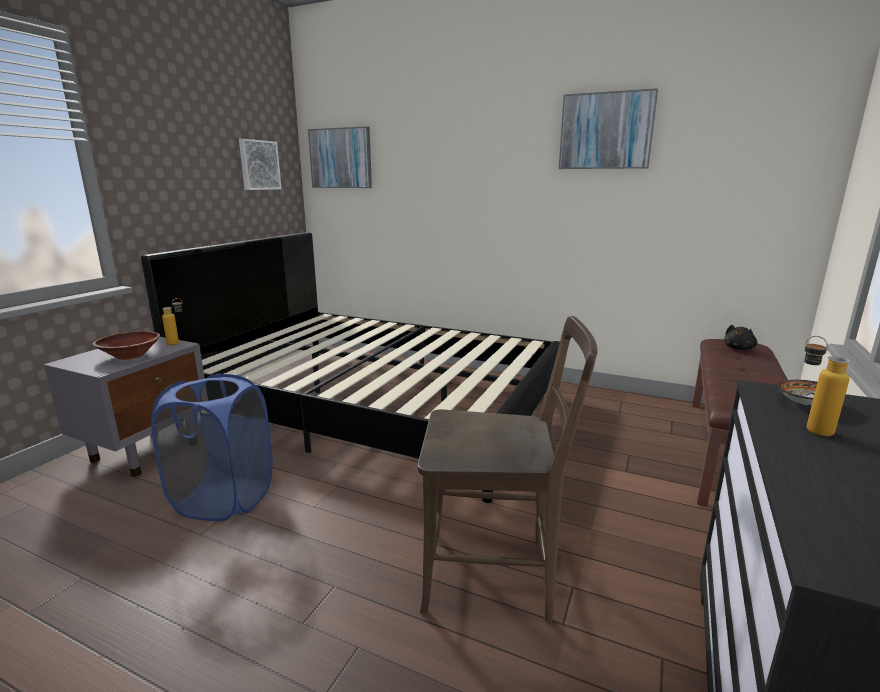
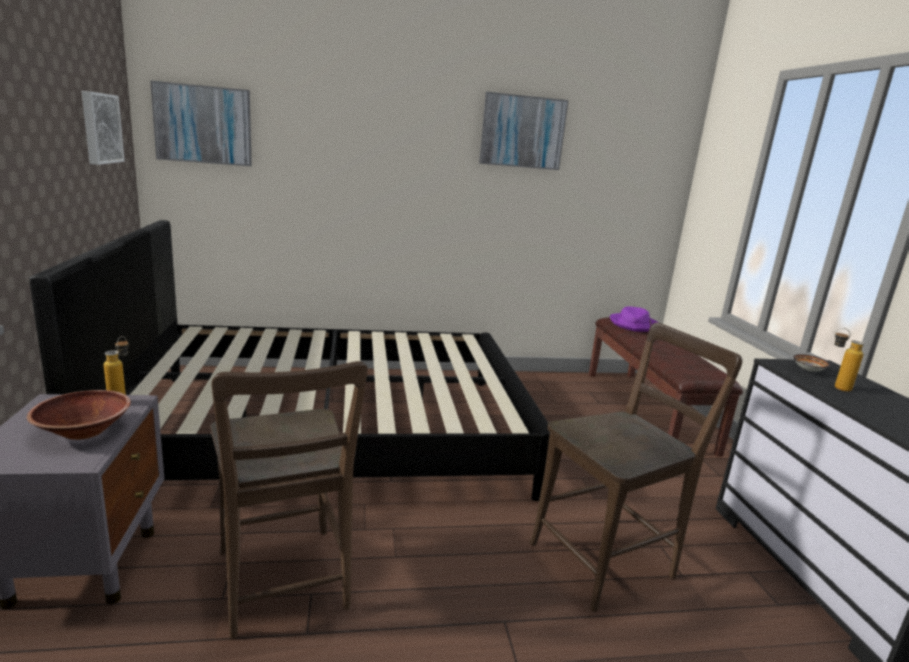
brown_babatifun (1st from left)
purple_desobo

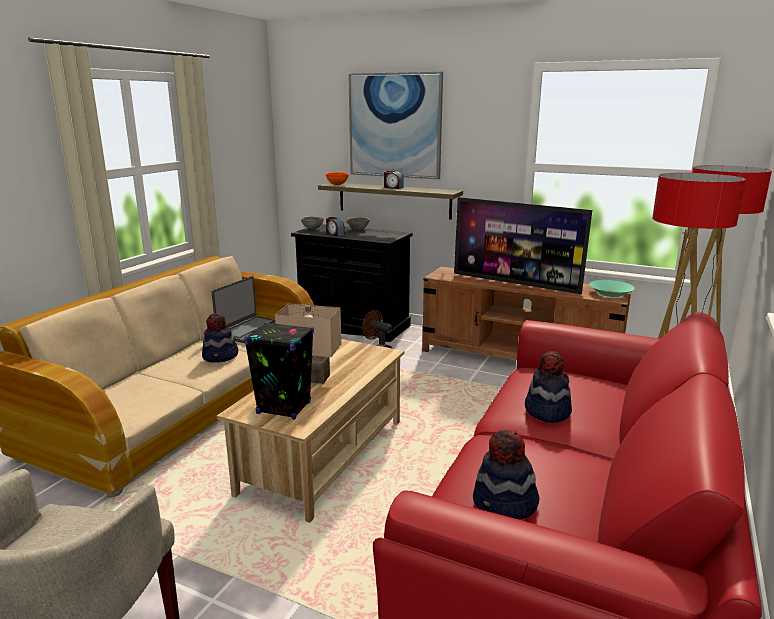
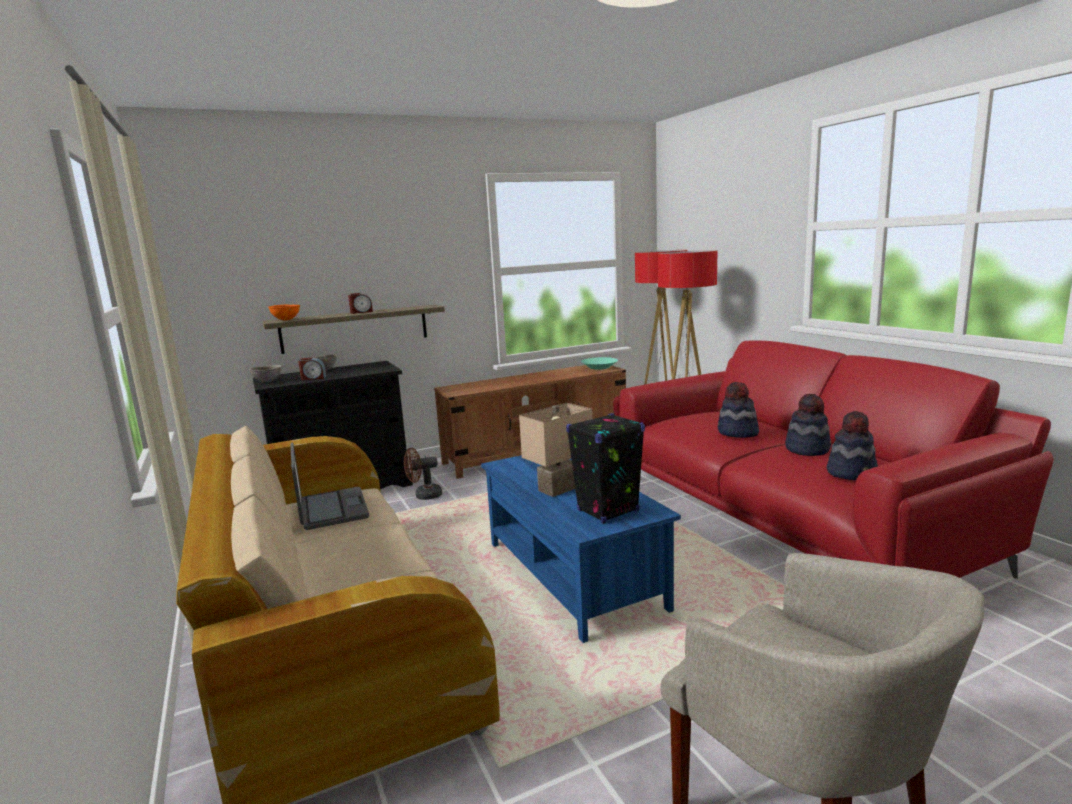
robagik
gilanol
desobo (2nd from left)
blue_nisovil

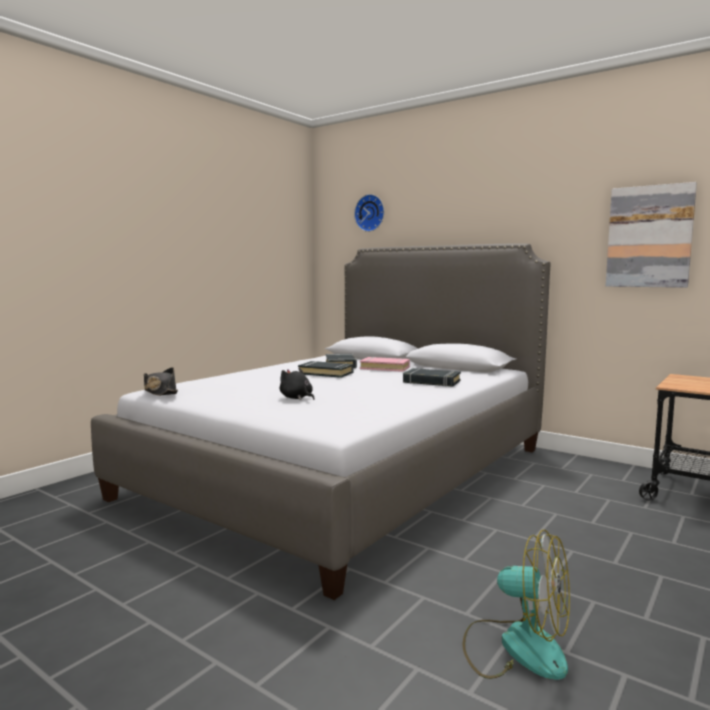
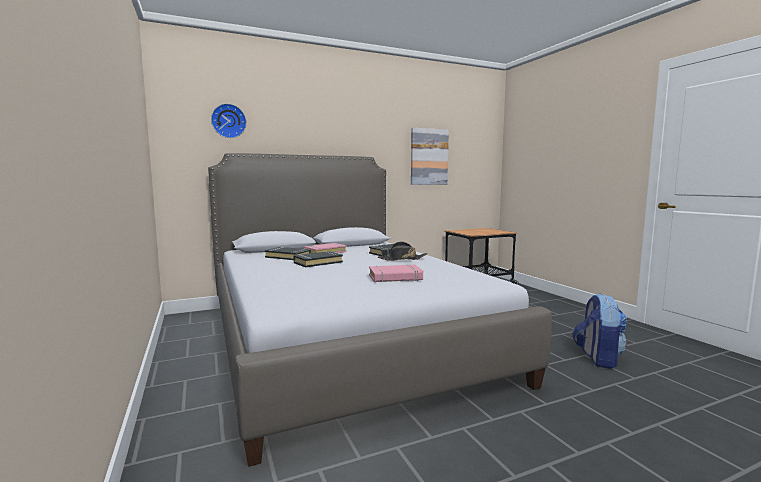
black_desobo
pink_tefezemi (2nd from left)
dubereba

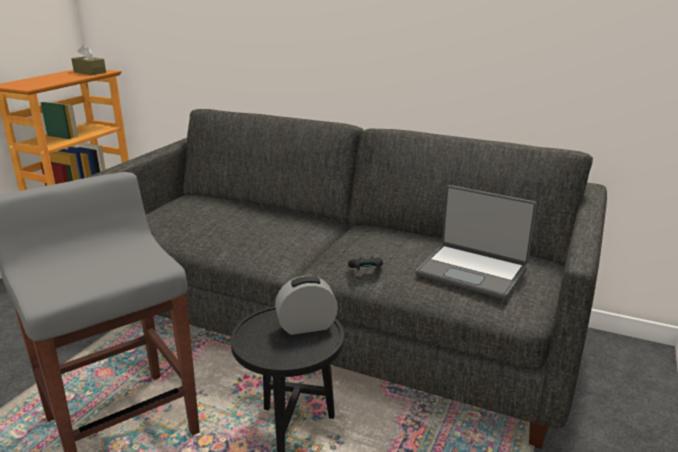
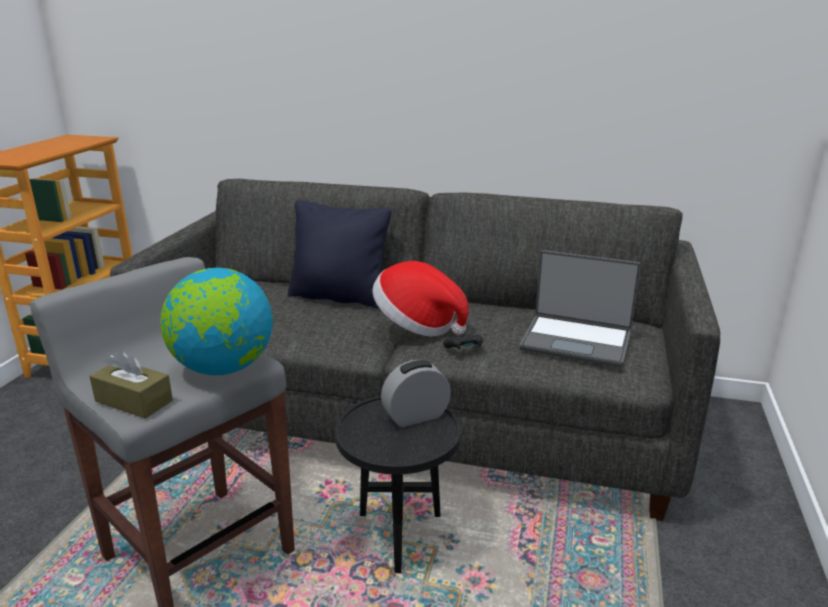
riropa
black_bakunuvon
desobo
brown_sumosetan

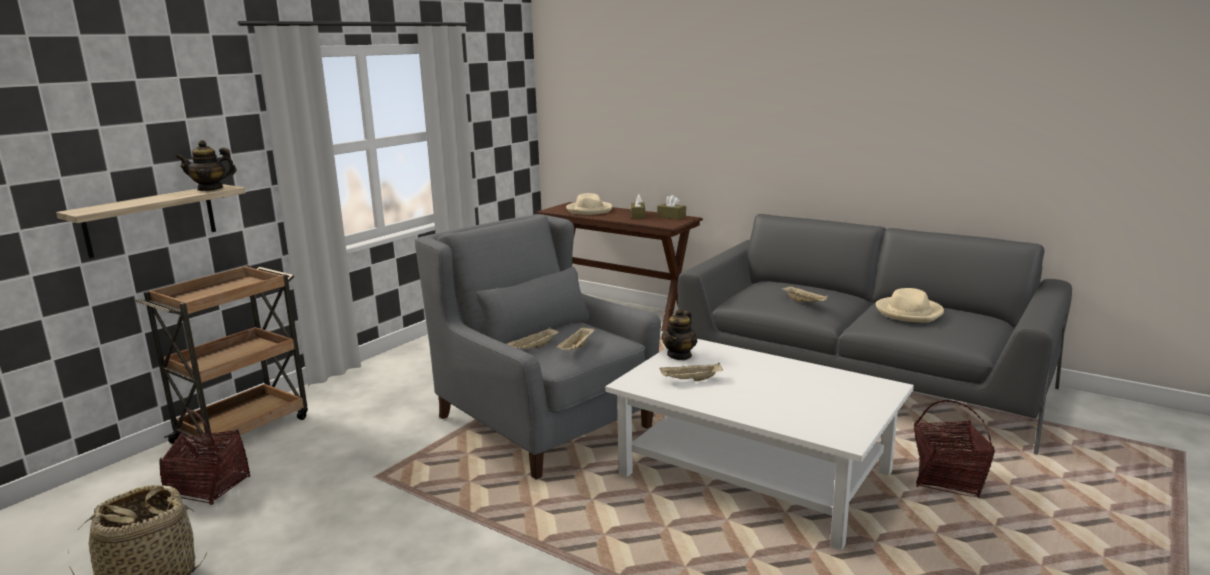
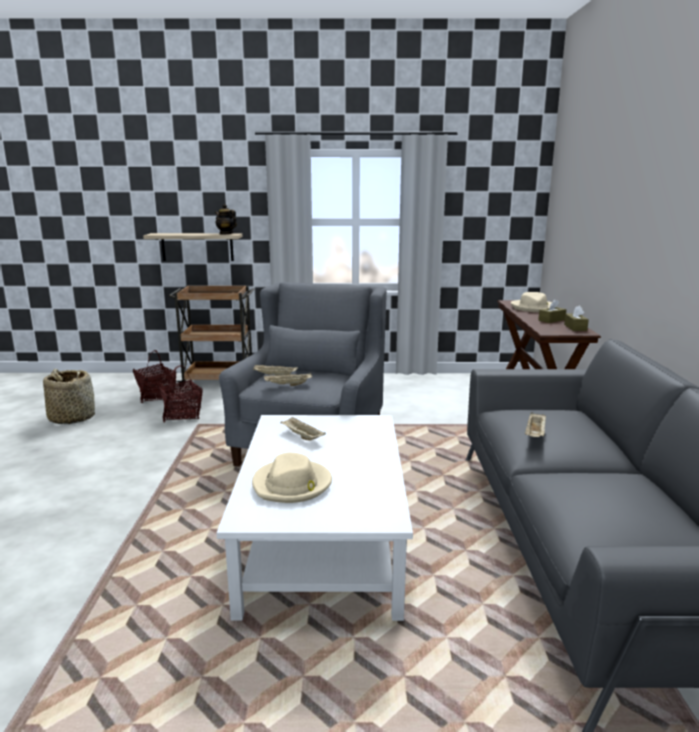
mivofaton (2nd from left in the first image)
beige_desobo (1st from left)
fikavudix (3rd from left)

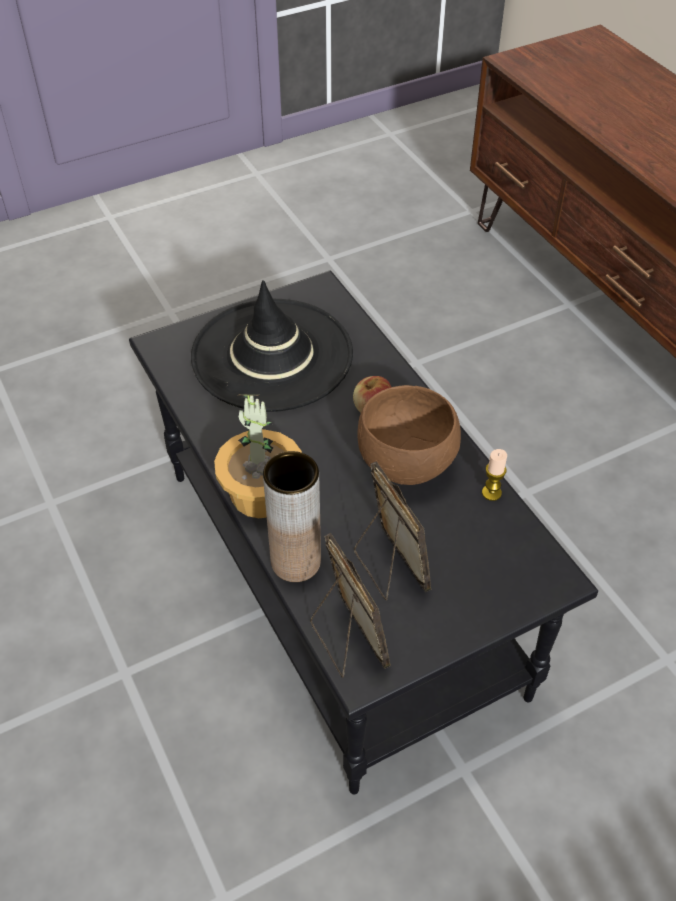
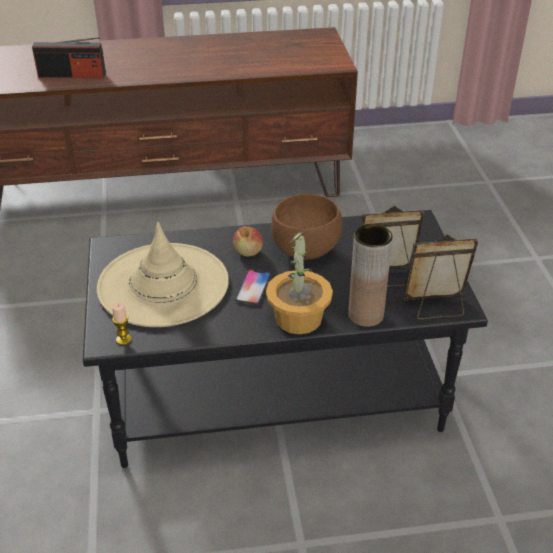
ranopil
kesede
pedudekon
beige_desobo

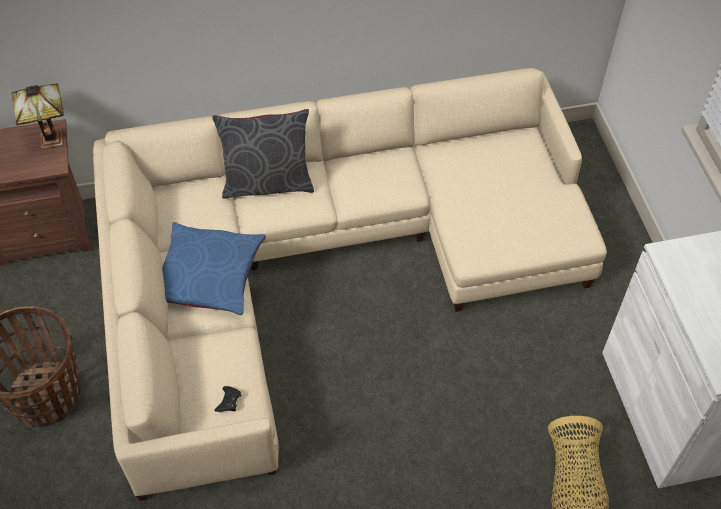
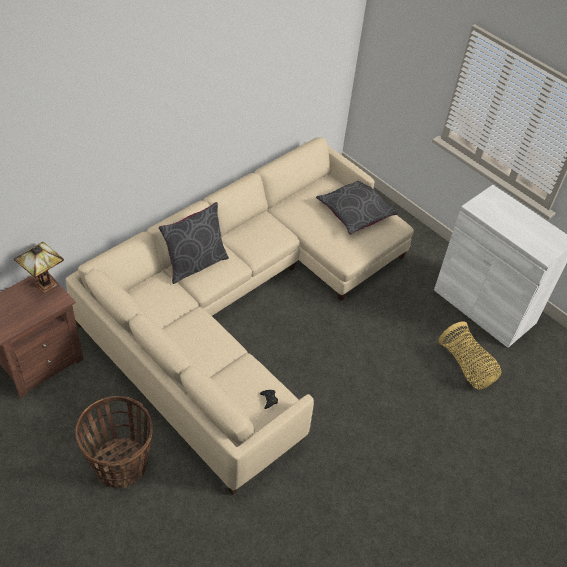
blue_bakunuvon
grey_bakunuvon (2nd from left)

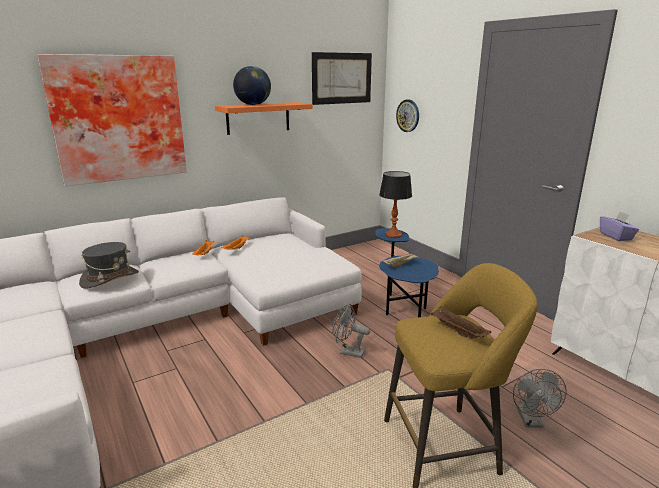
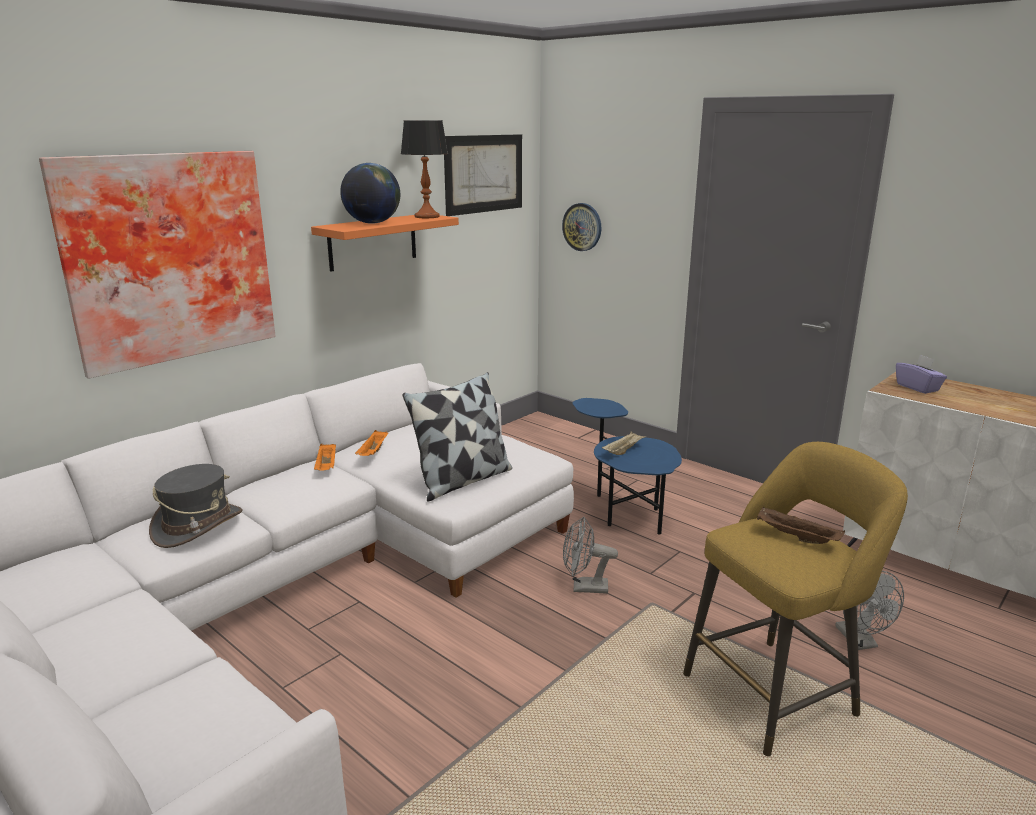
bakunuvon
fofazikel

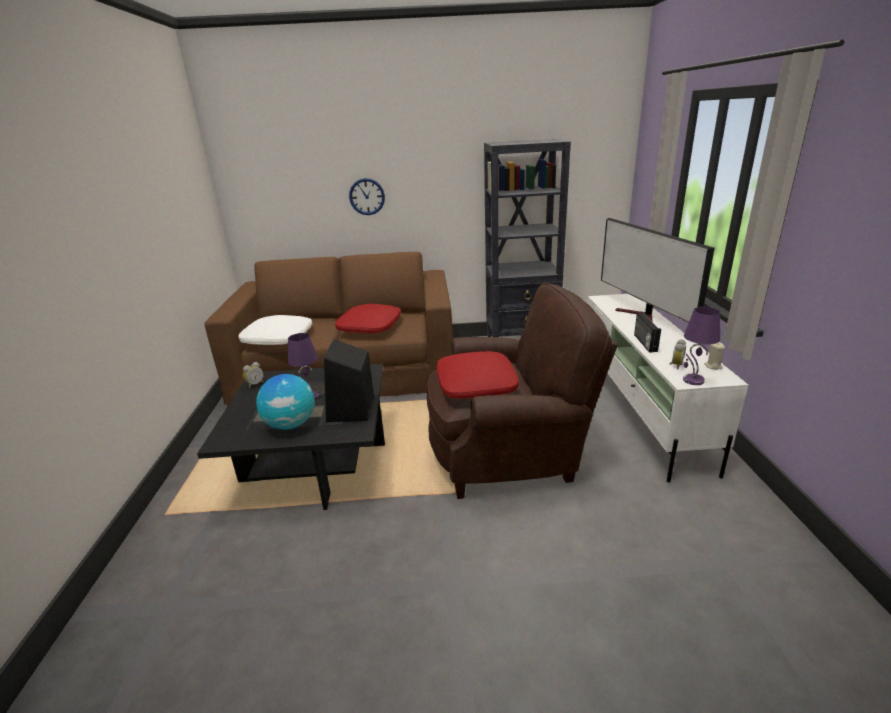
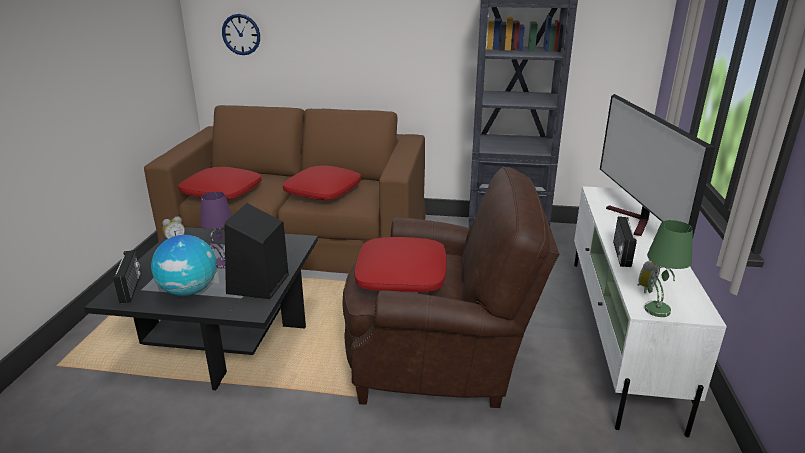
beige_pedudekon
ranopil (1st from left)
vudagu
red_bakunuvon (1st from left)
green_fofazikel

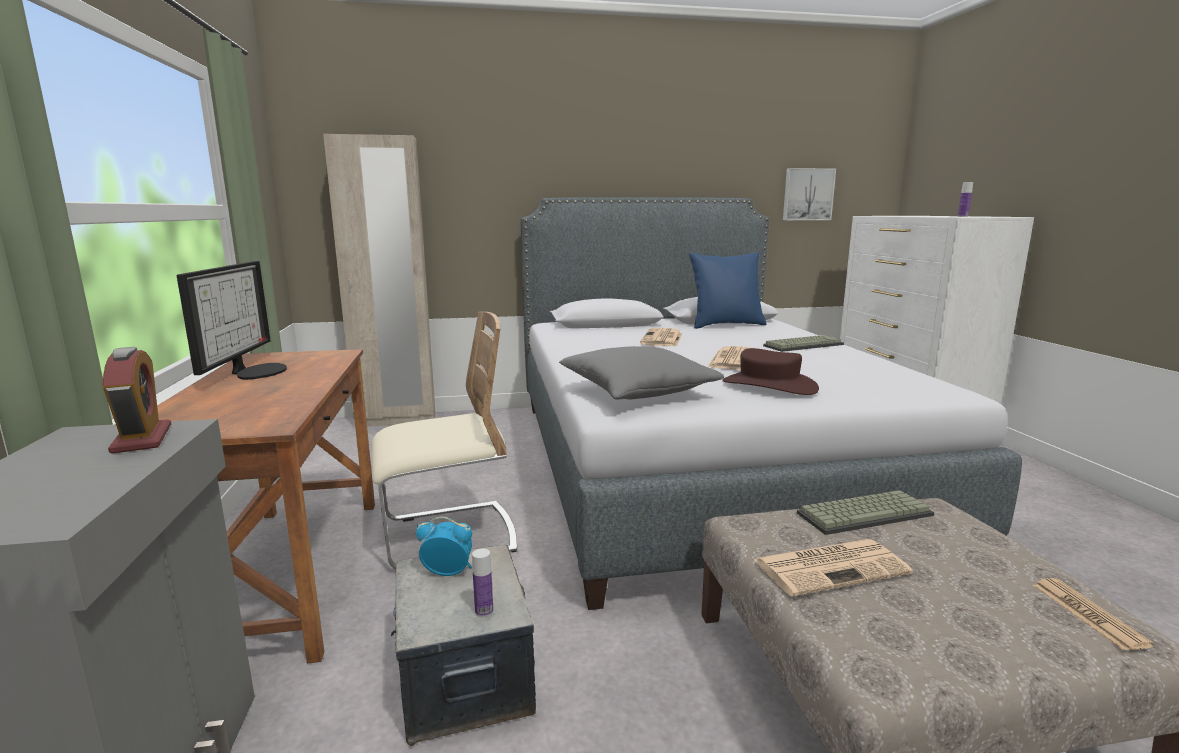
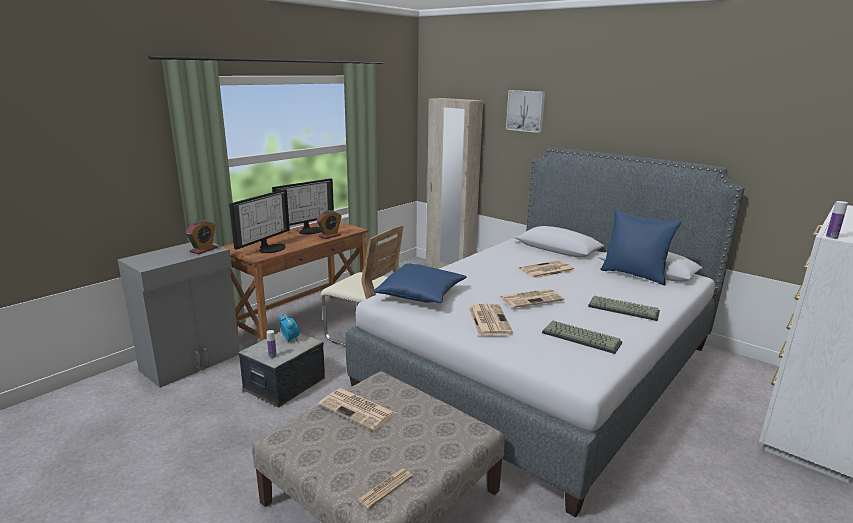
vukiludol (1st from left)
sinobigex (3rd from left)
robagik
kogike (1st from left)
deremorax (3rd from left)
blue_bakunuvon (1st from left)

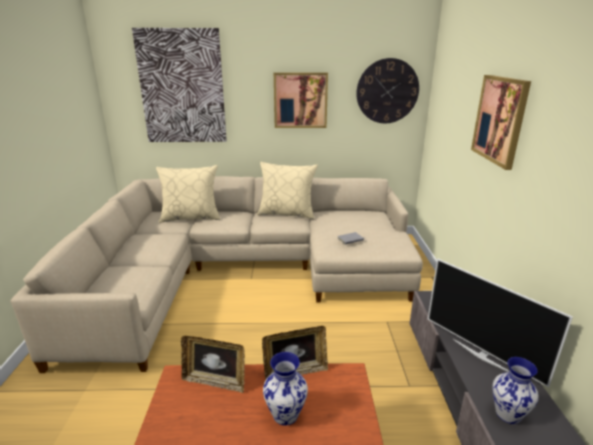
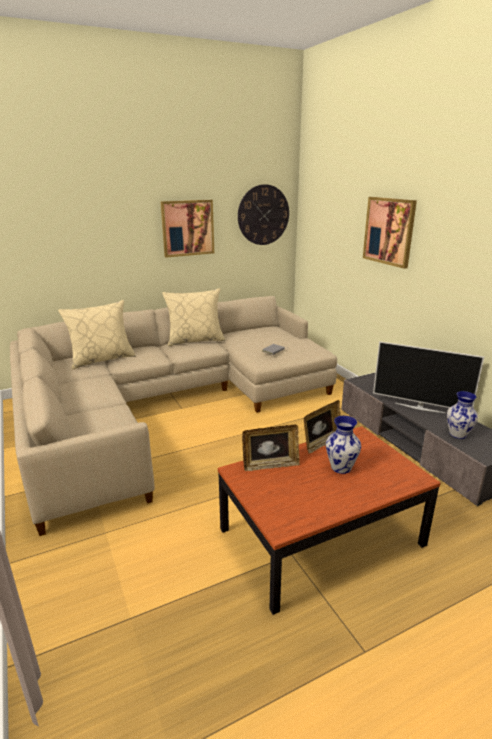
robagik (1st from left in the first image)

